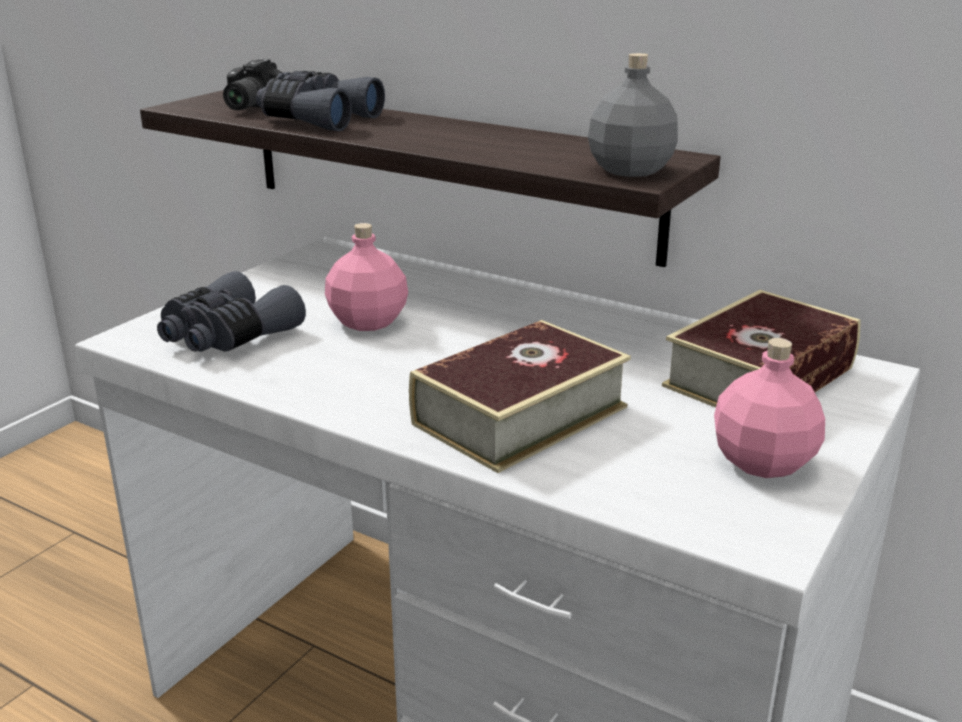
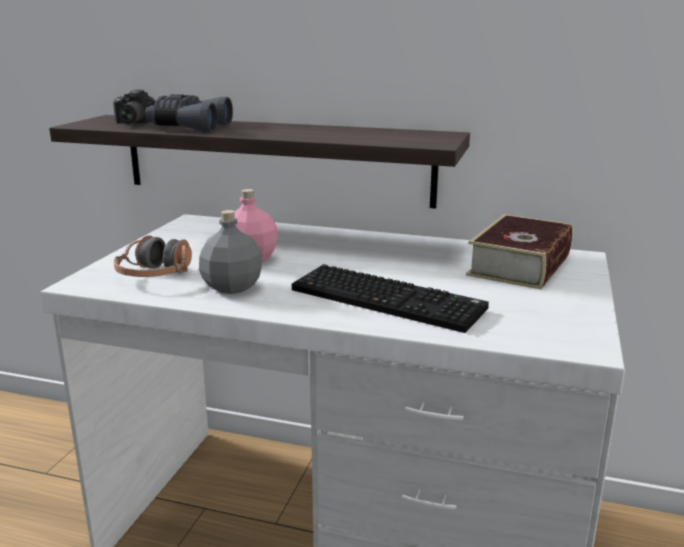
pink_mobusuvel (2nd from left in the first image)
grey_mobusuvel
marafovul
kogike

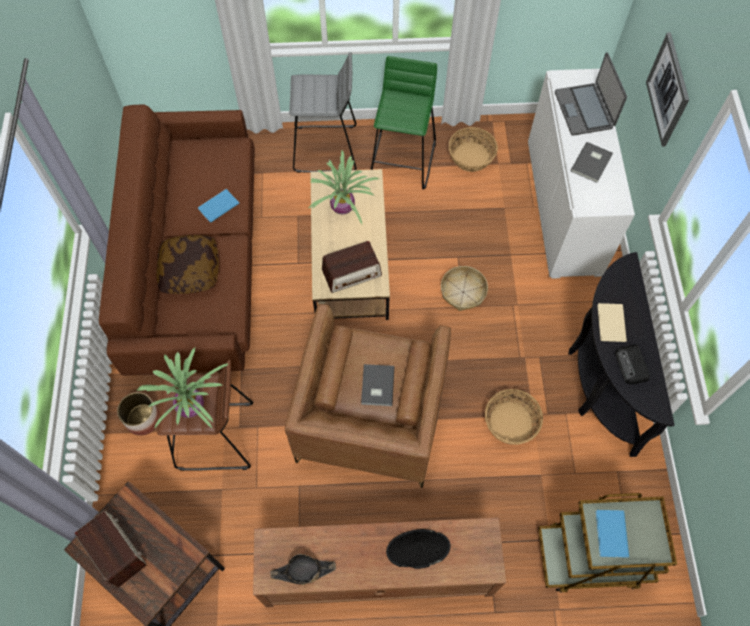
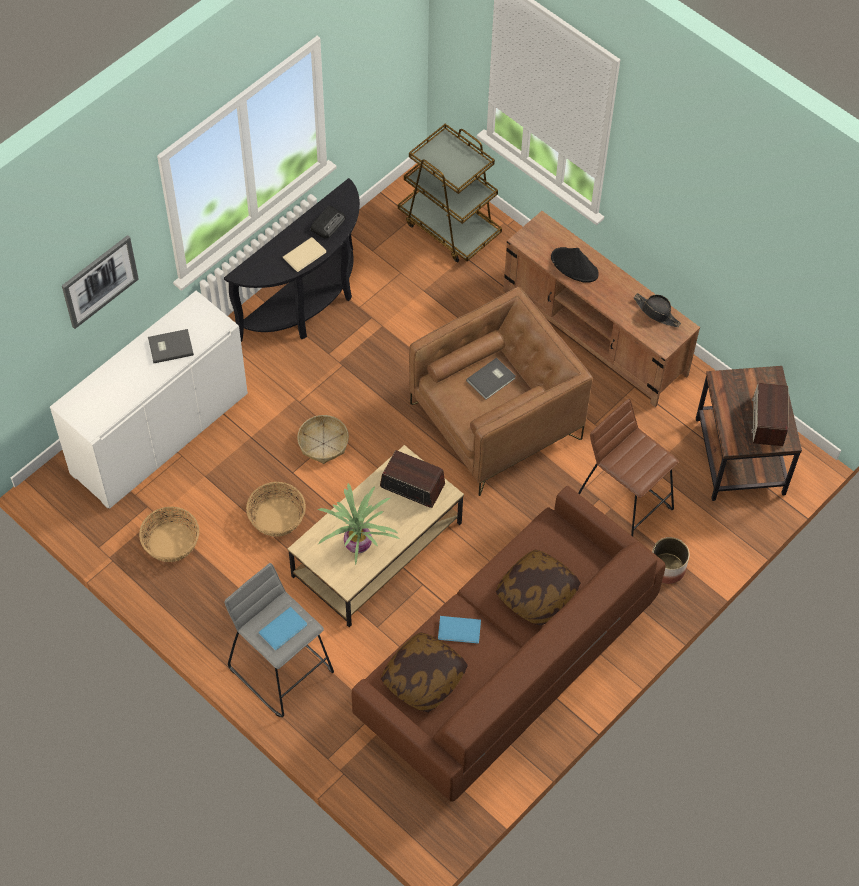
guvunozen (1st from left in the first image)
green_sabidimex
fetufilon
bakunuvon (1st from left)
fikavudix (2nd from left)
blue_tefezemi (1st from left)

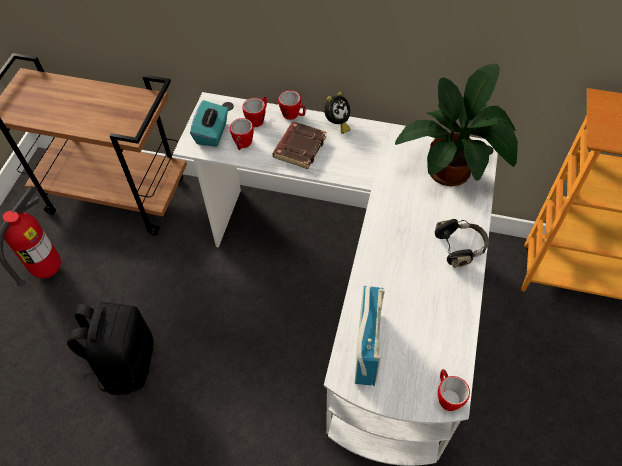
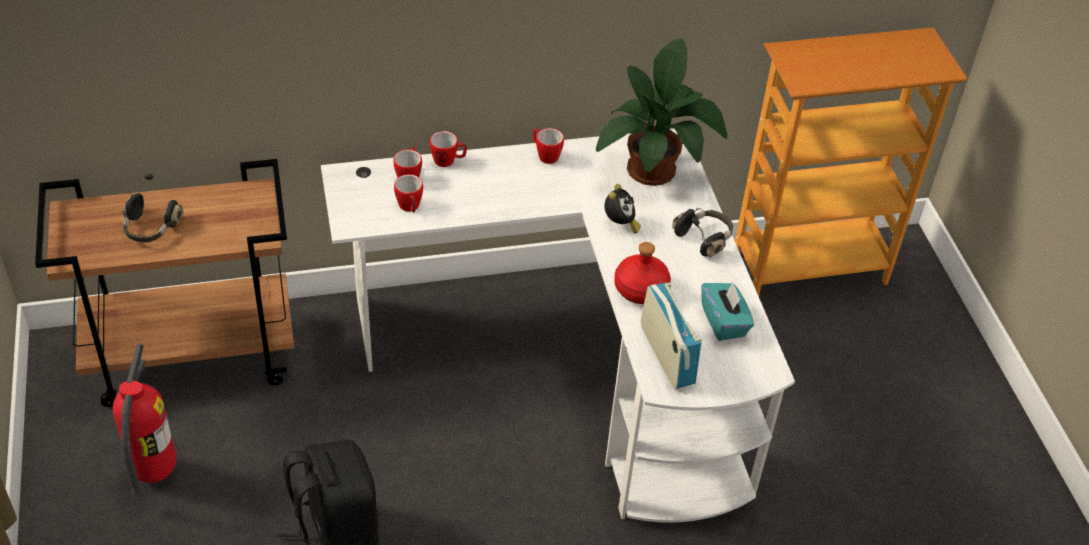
brown_tefezemi
black_marafovul (1st from left)
red_mobusuvel
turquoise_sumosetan
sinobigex
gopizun (4th from left)

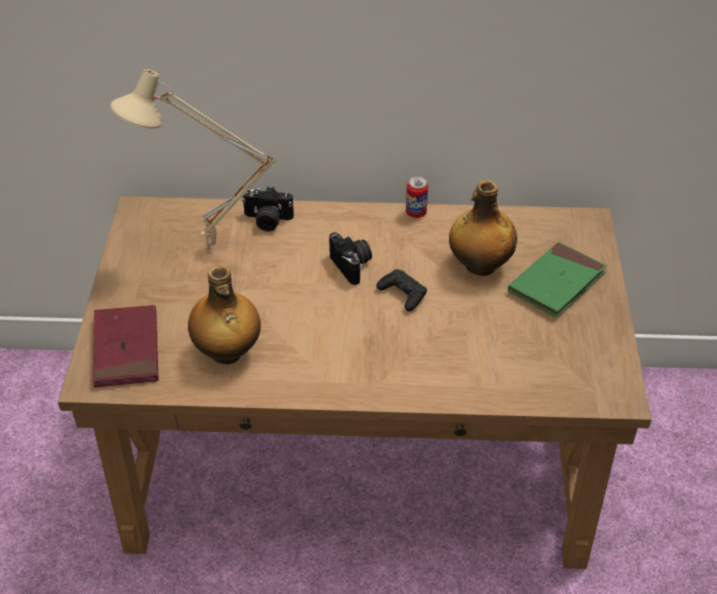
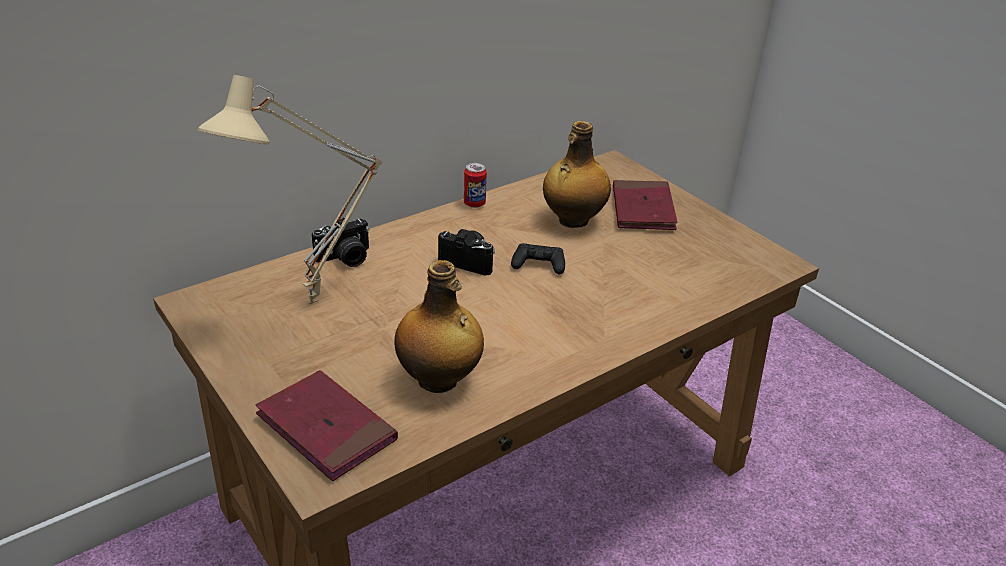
red_tefezemi (2nd from left)

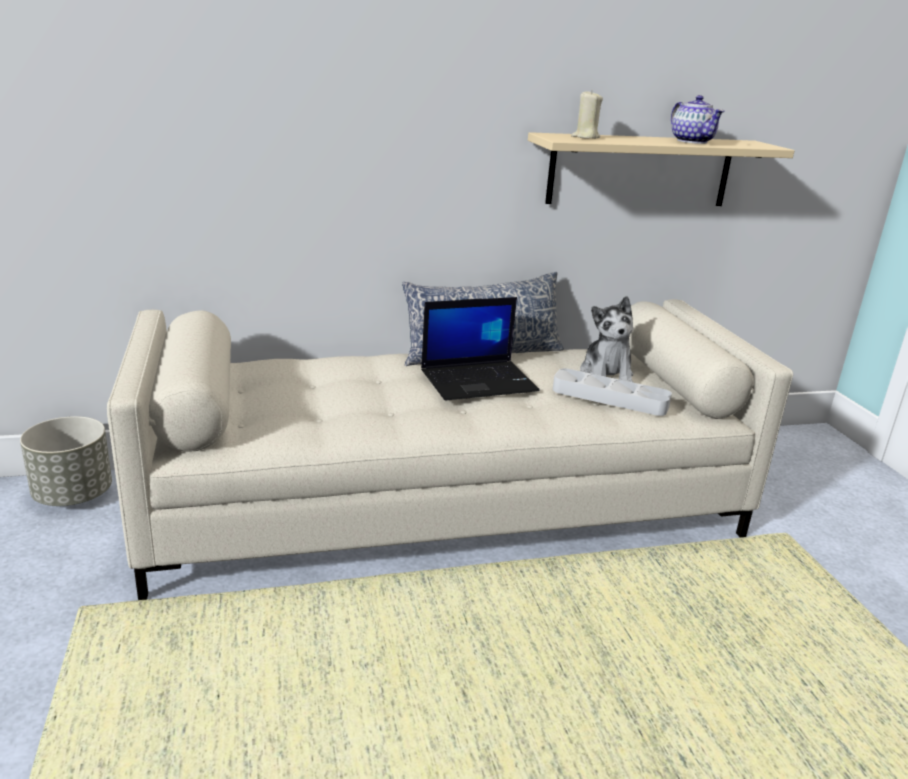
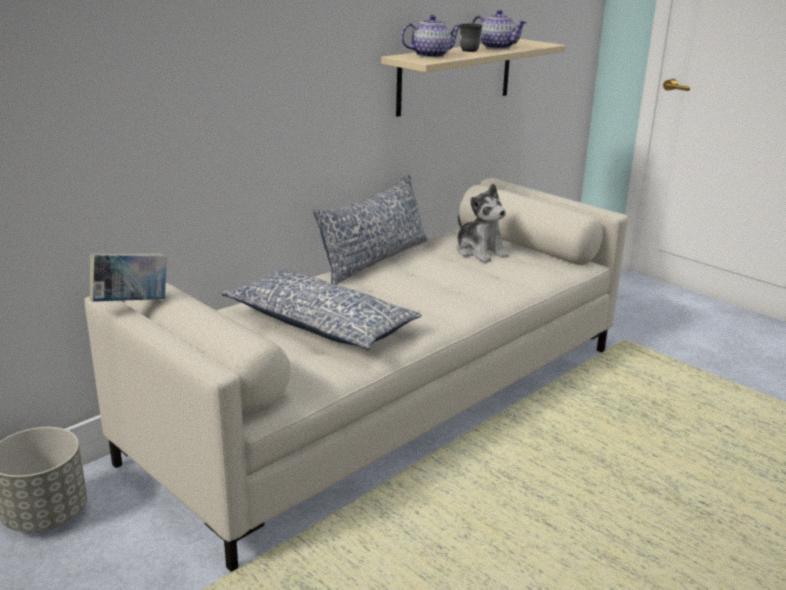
fetufilon
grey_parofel
tefezemi
bakunuvon (1st from left)
grey_gopizun
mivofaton (1st from left)

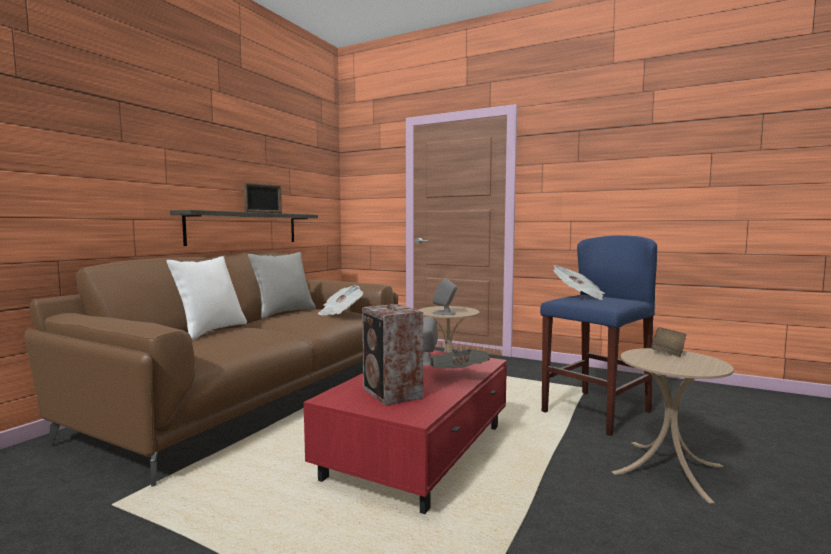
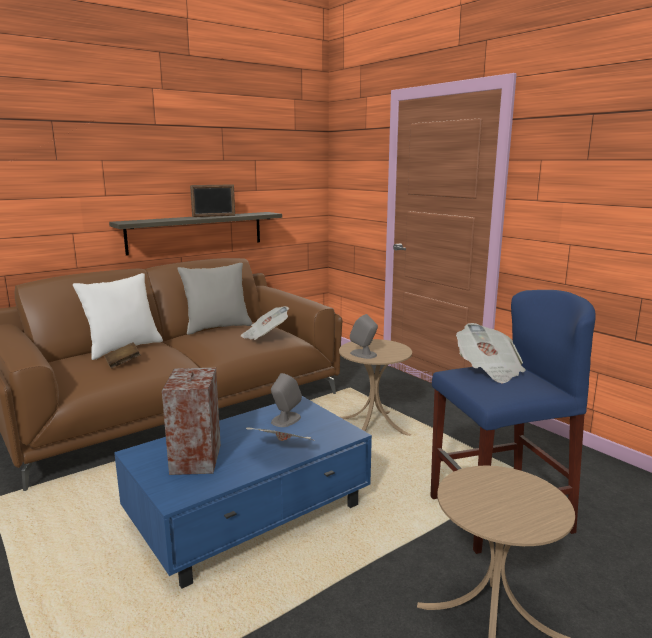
brown_tefezemi
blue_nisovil

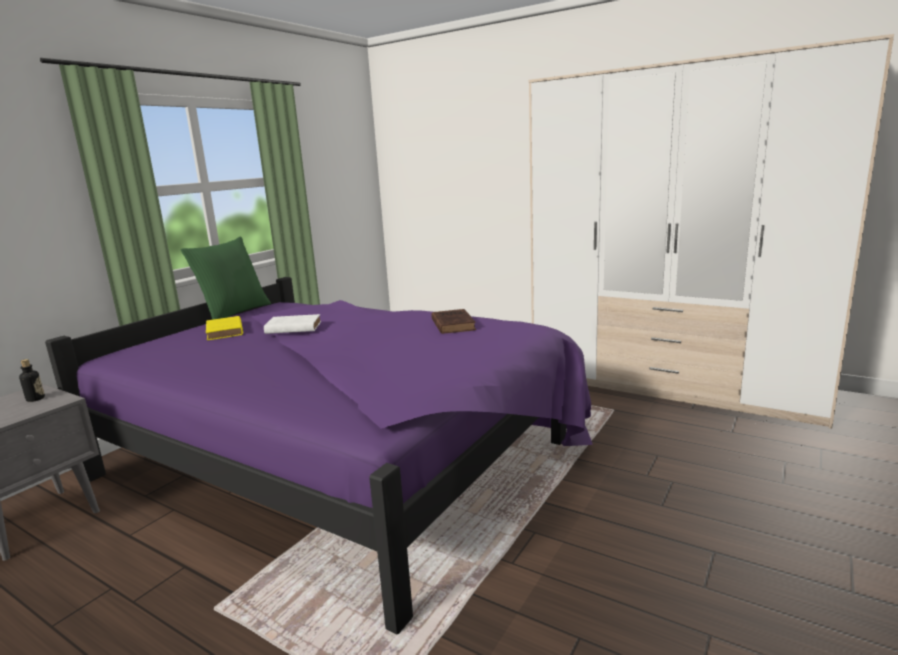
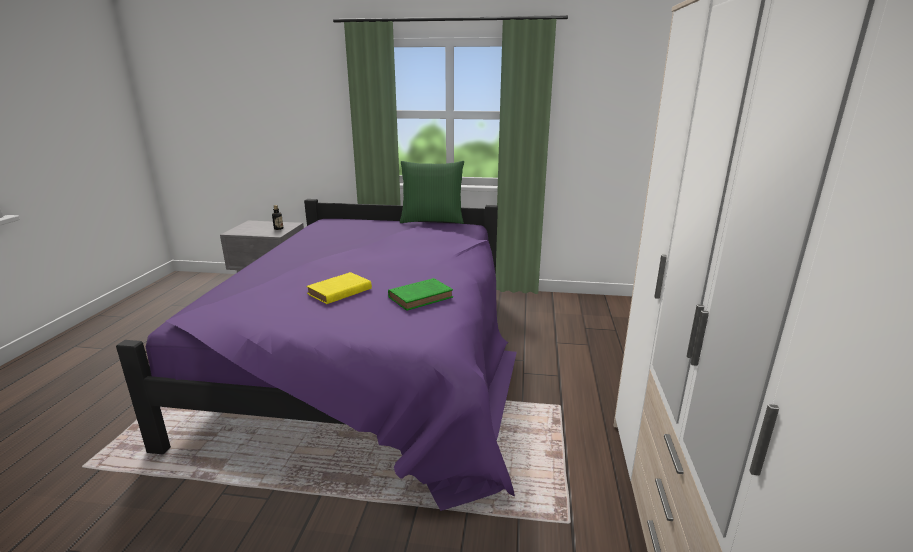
white_tefezemi
yellow_tefezemi
green_tefezemi

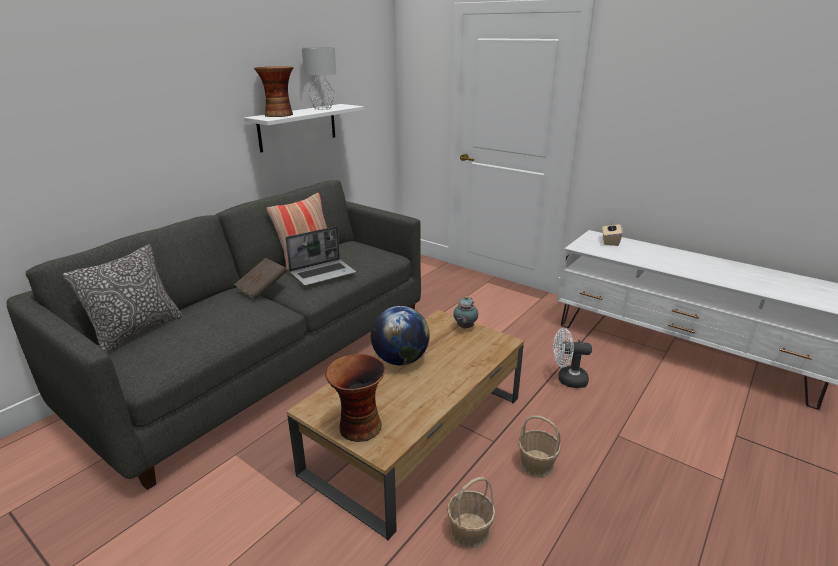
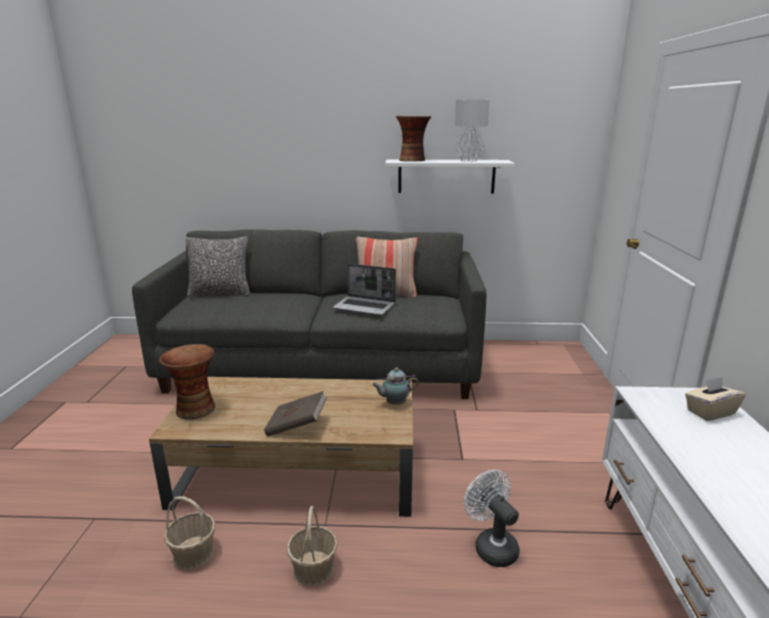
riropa
brown_tefezemi

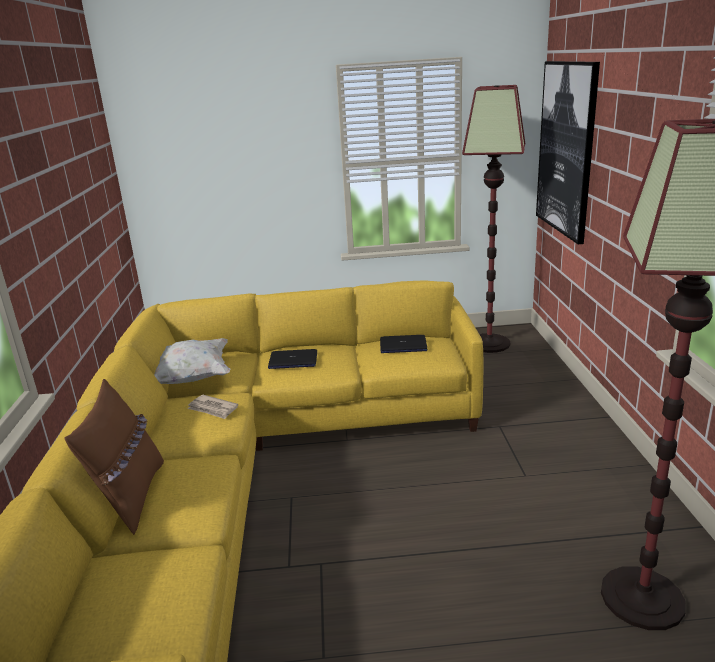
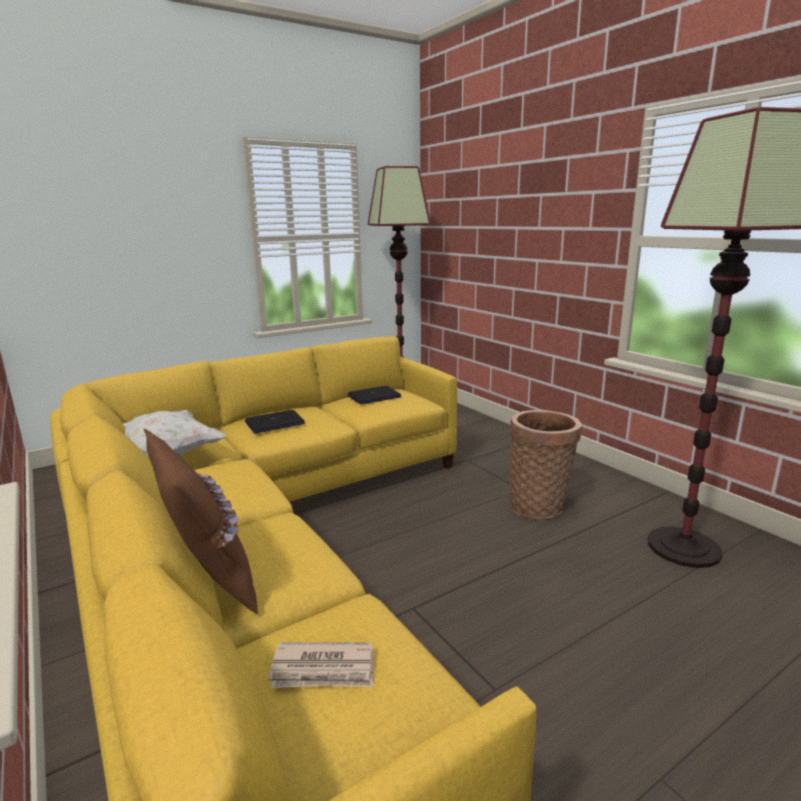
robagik
fikavudix
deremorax

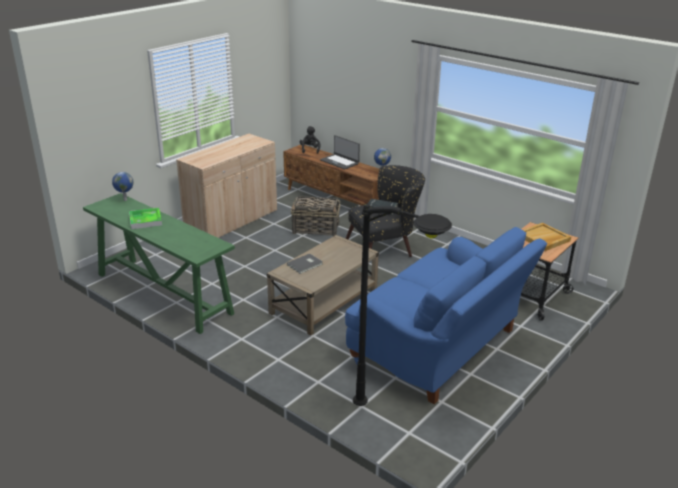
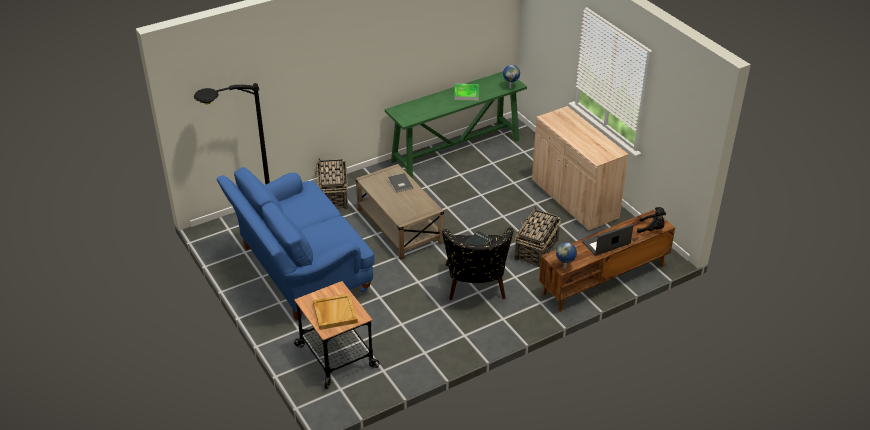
fikavudix (1st from left)

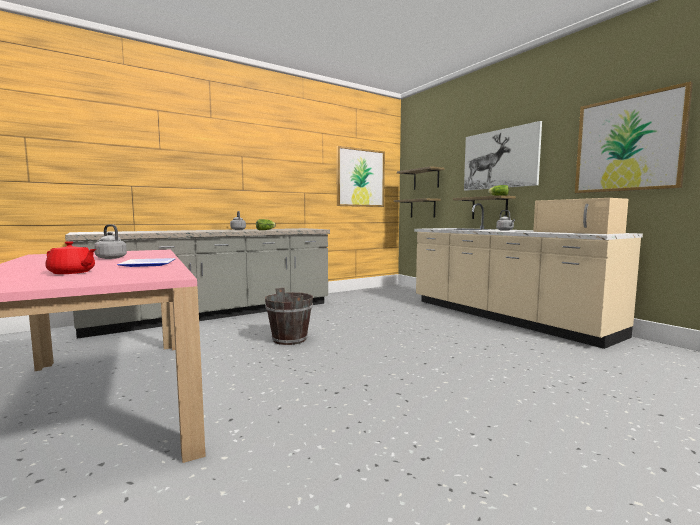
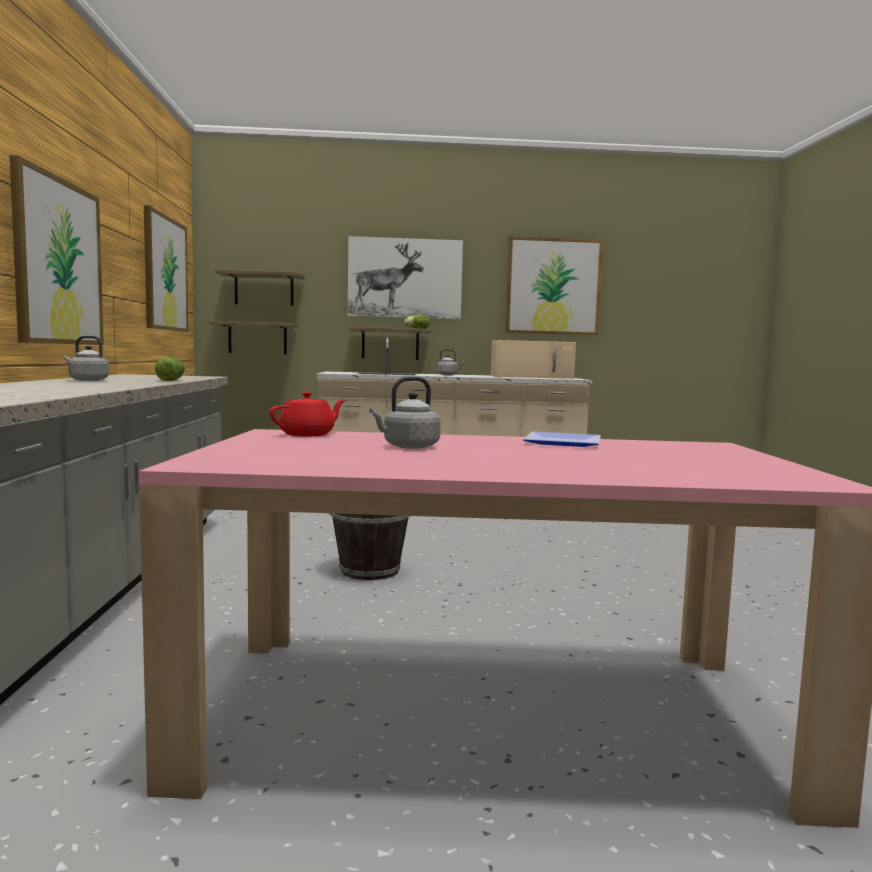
robagik (1st from left)
red_mivofaton

